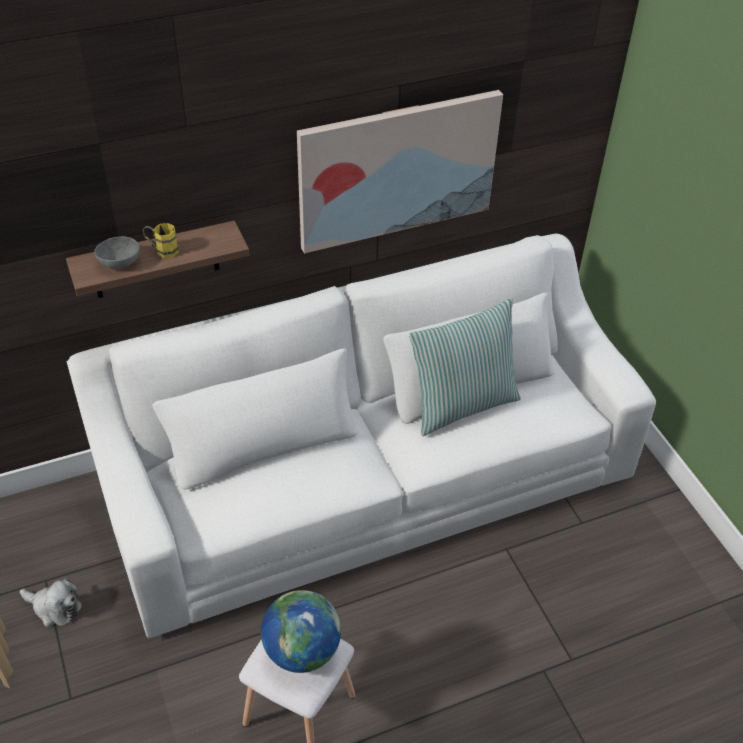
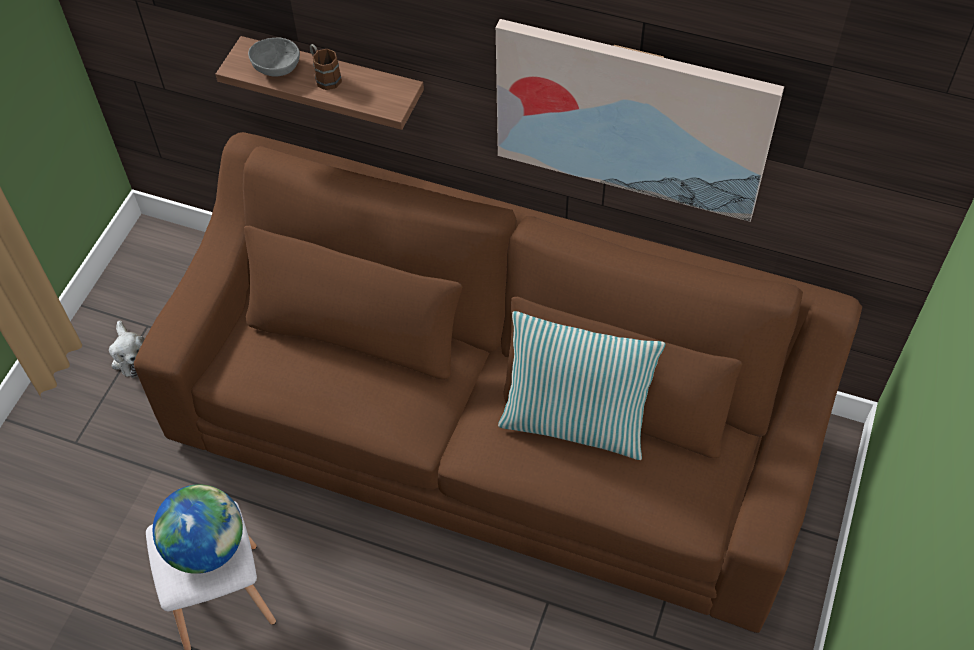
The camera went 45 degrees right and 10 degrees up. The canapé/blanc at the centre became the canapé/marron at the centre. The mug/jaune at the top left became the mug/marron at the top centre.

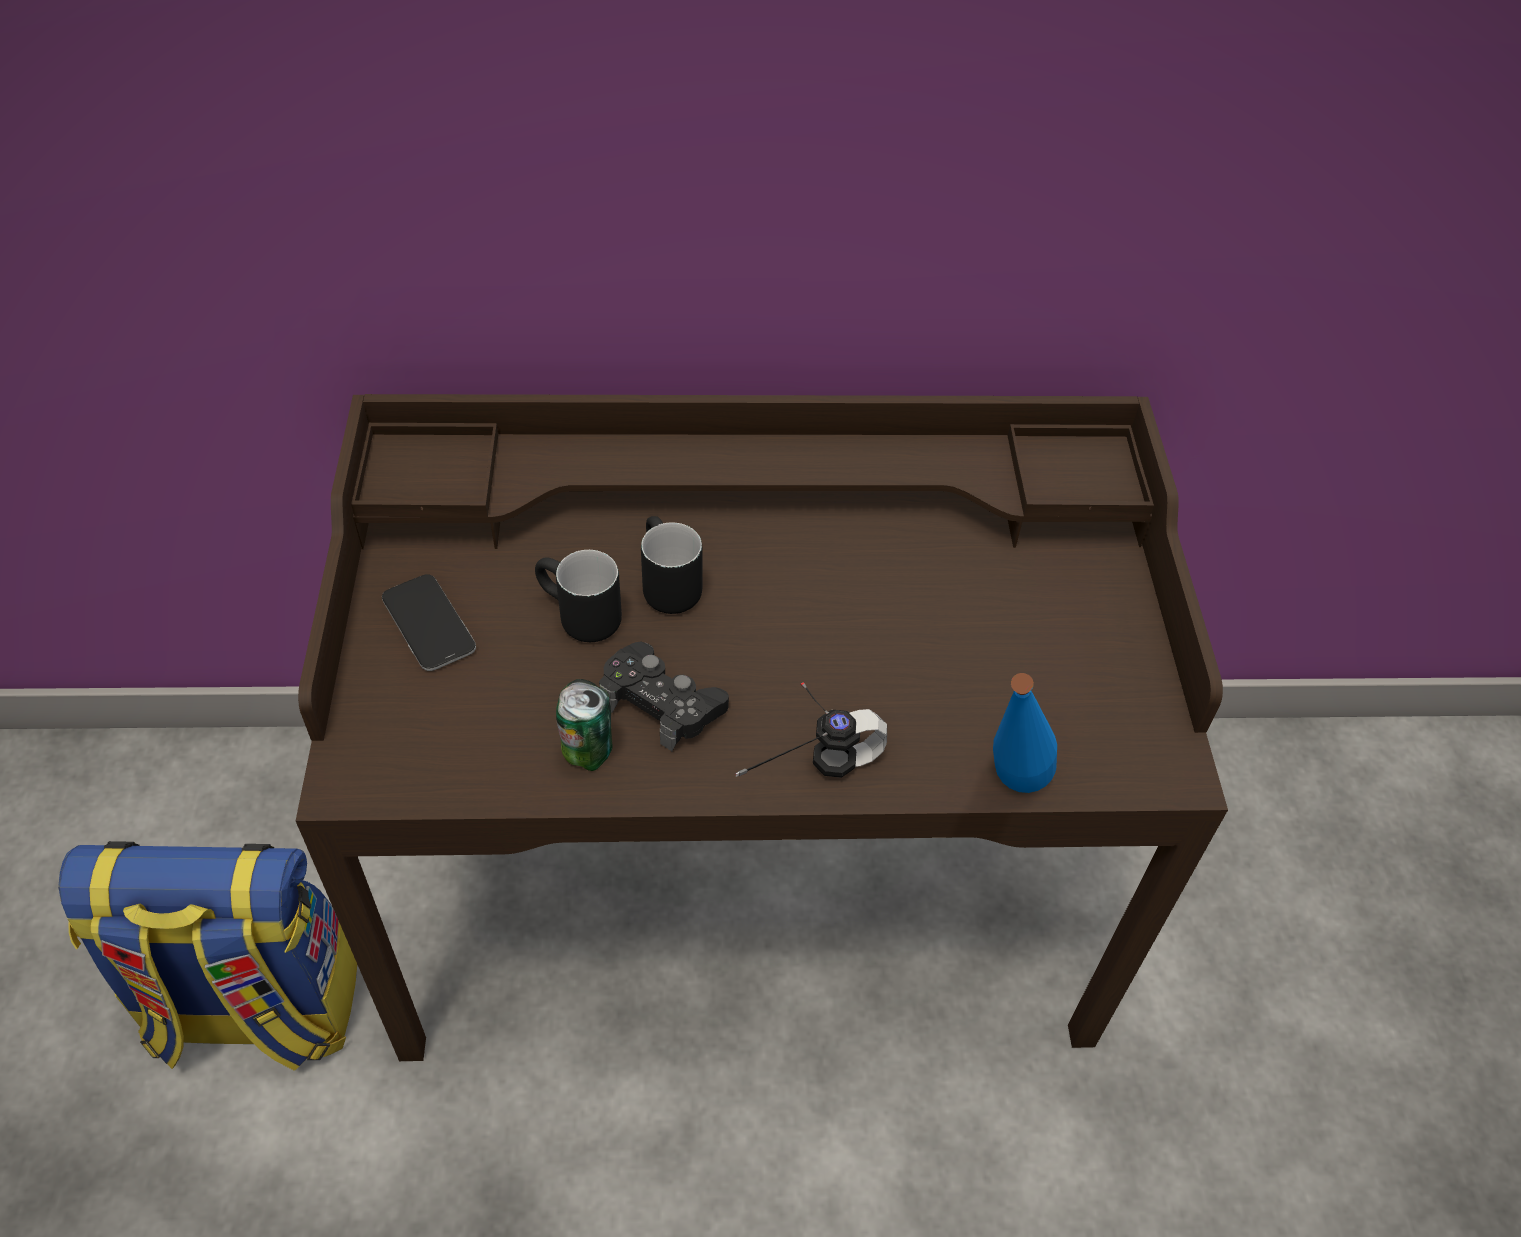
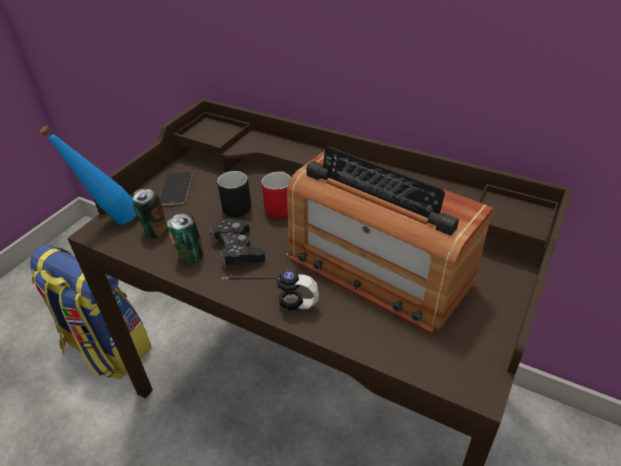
The camera went 35 degrees right and 10 degrees down. The mug/noir (2nd from left) at the centre became the mug/rouge at the centre. The bouteille/bleu moved from the middle right to the middle left. The boîte métallique (1st from left) at the middle left appeared. The radio at the centre appeared.

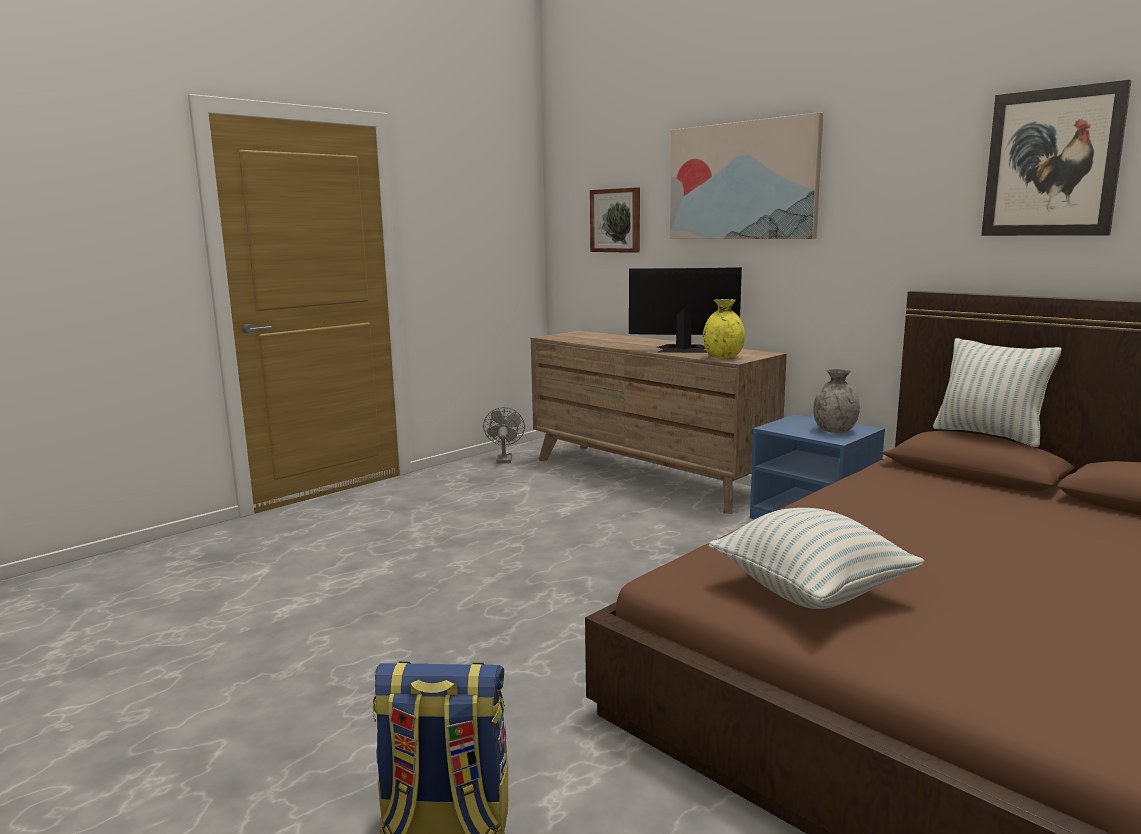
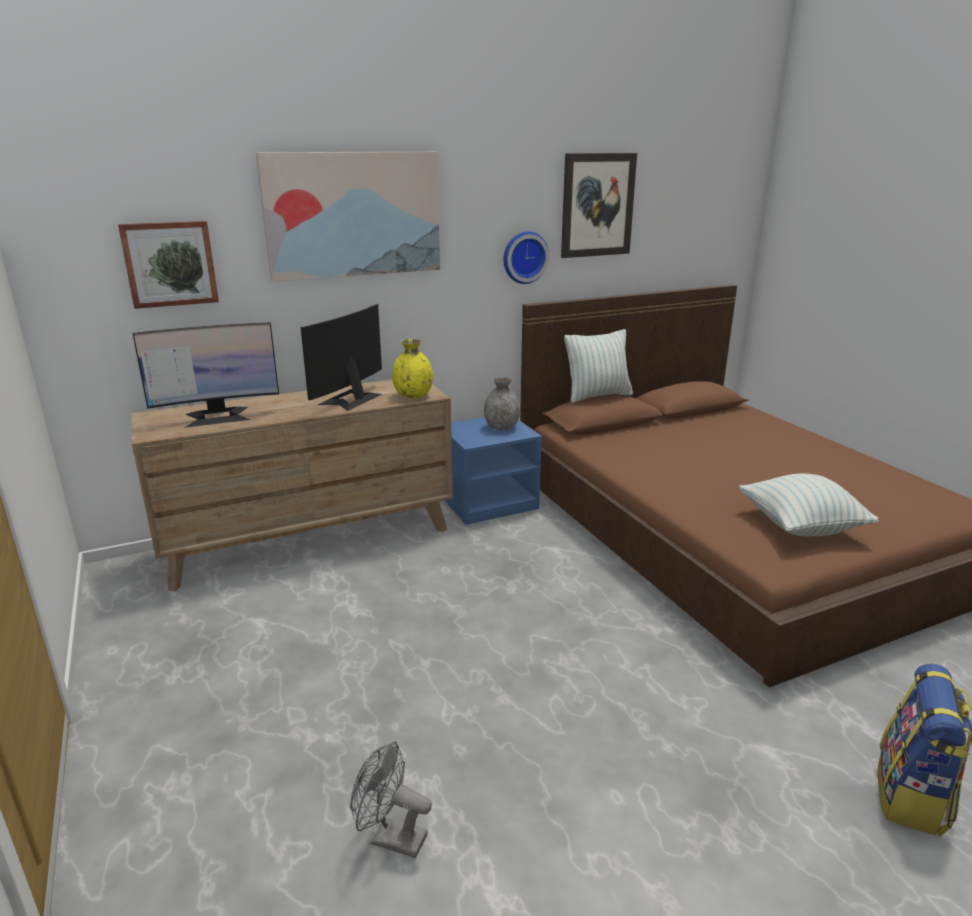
The camera went 70 degrees left and 10 degrees up. The ventilateur/gris moved from the centre to the bottom centre. The écran d'ordinateur (1st from left) at the middle left appeared. The horloge murale at the top centre appeared.

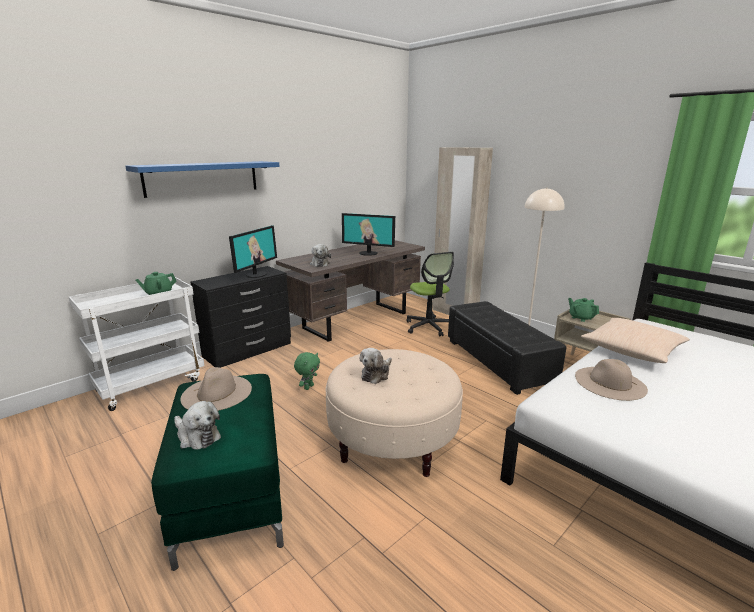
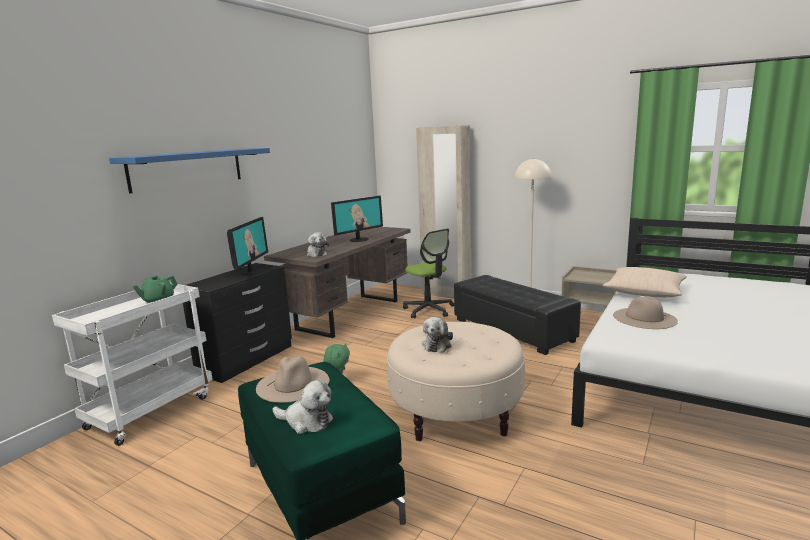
The camera went 15 degrees left and 5 degrees down. The écran d'ordinateur (2nd from left) at the centre turned 45 degrees counterclockwise. The théière/vert (2nd from left) at the middle right disappeared.

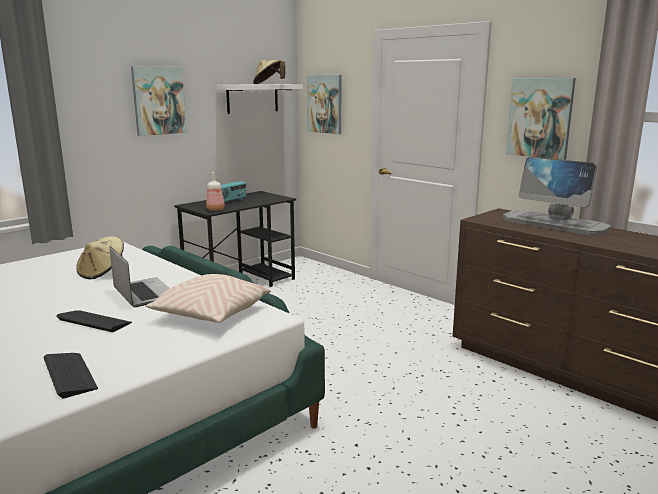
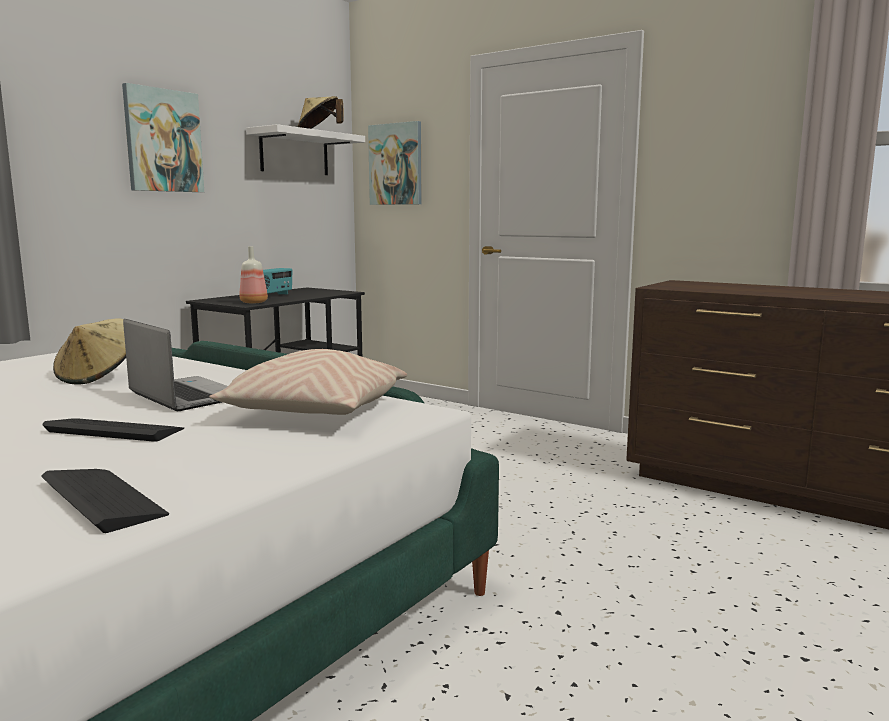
The camera went 10 degrees left and 5 degrees down. The écran d'ordinateur at the middle right disappeared. The tableau (3rd from left) at the top right disappeared.

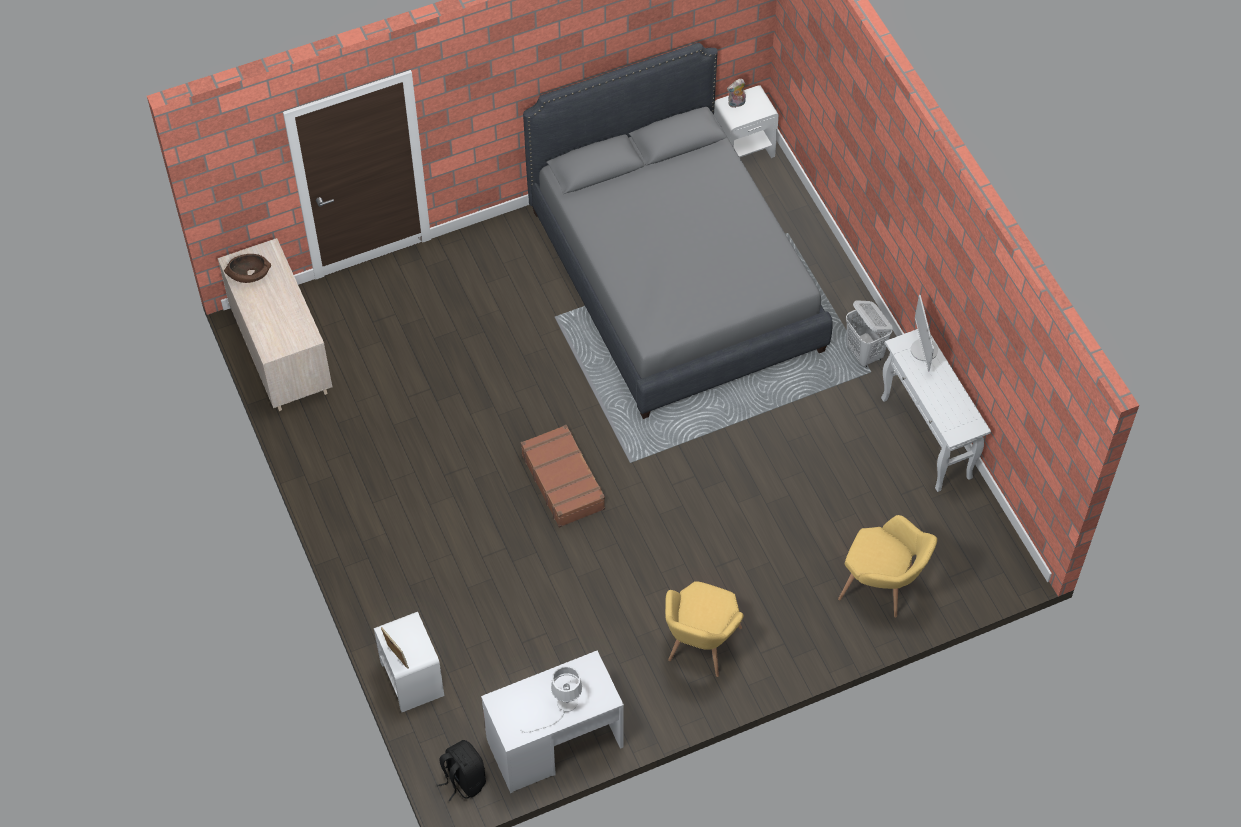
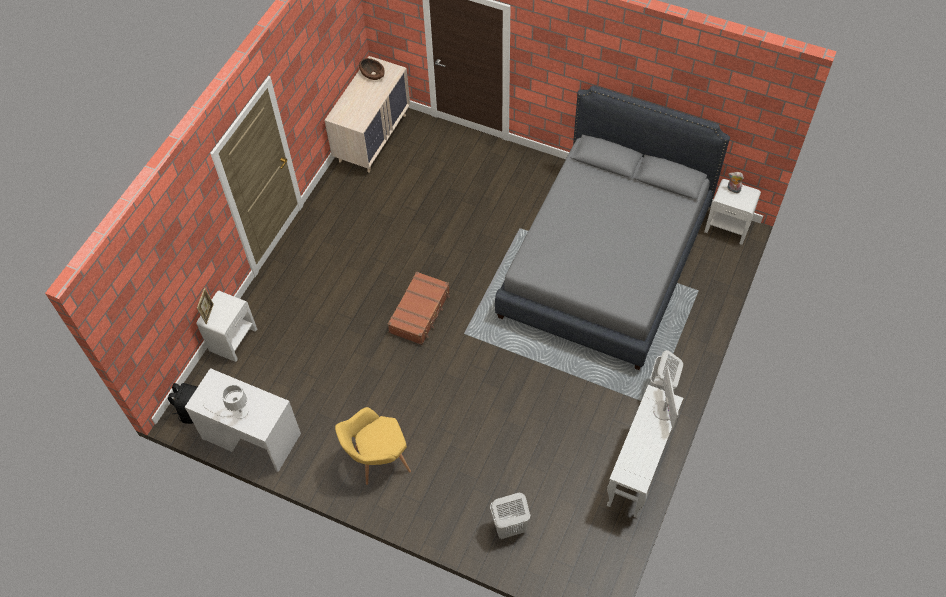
The camera went 50 degrees right and 0 degrees up. The fauteuil/jaune (2nd from left) at the bottom right was replaced by the panier à linge/blanc (1st from left) at the bottom centre. The écran d'ordinateur at the middle right turned 135 degrees clockwise.

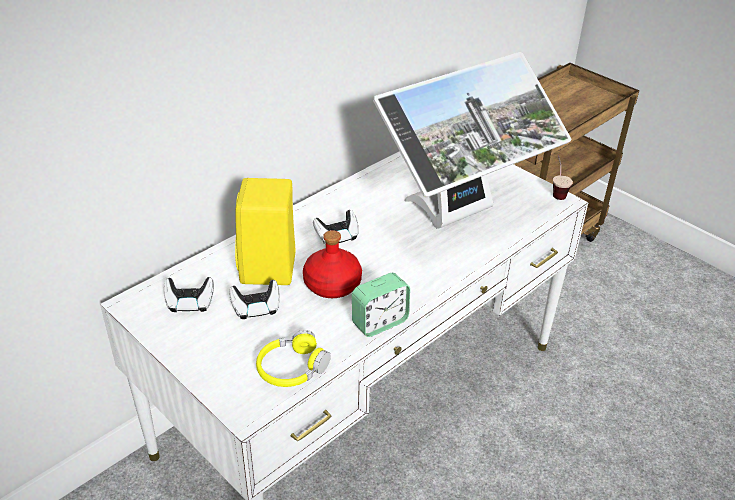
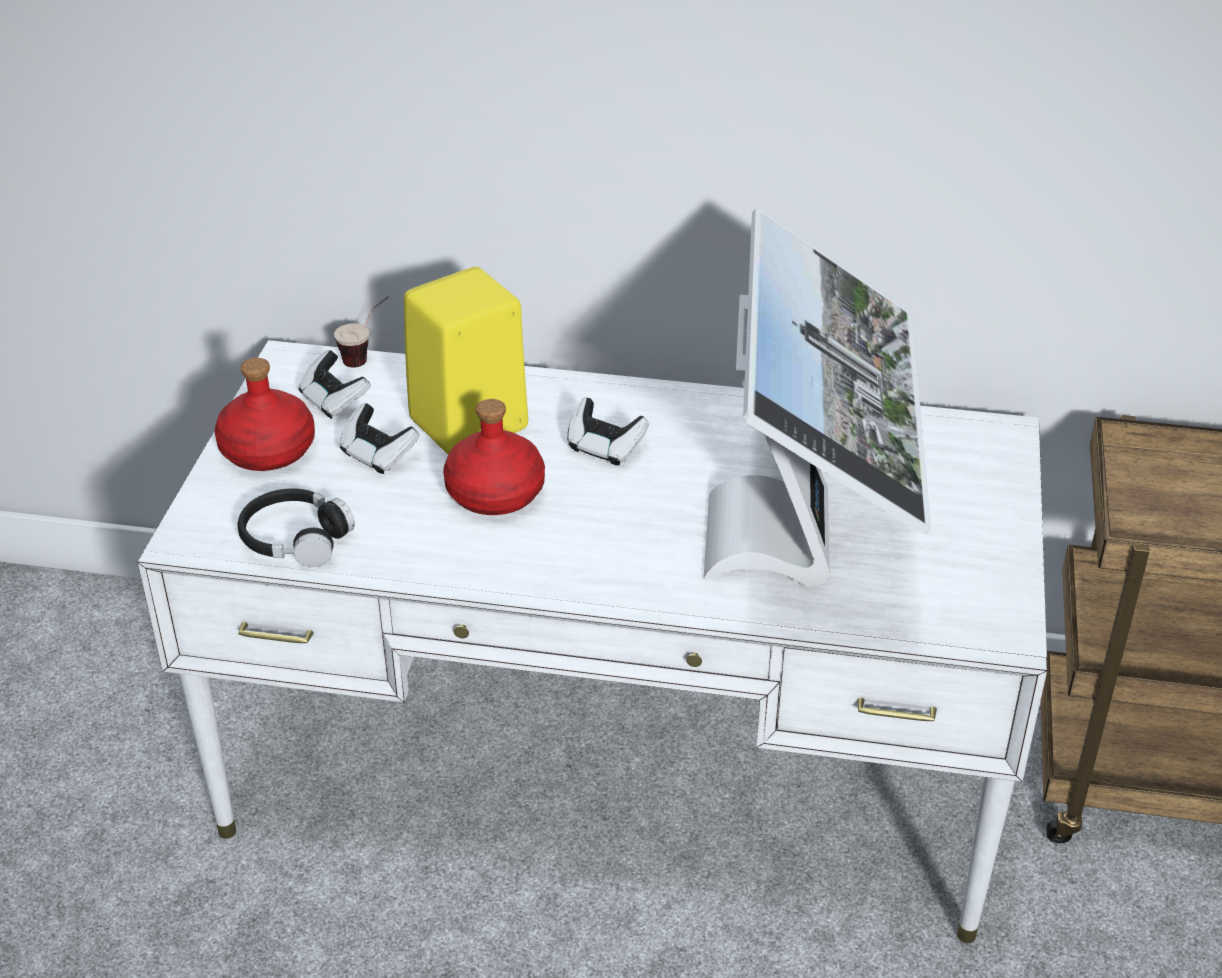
The camera went 55 degrees right and 0 degrees up. The casque audio/jaune at the bottom centre became the casque audio/noir at the middle left. The réveil at the centre disappeared. The écran d'ordinateur at the top centre turned 105 degrees counterclockwise. The tasse moved from the middle right to the middle left. The bouteille/rouge (1st from left) at the middle left appeared.

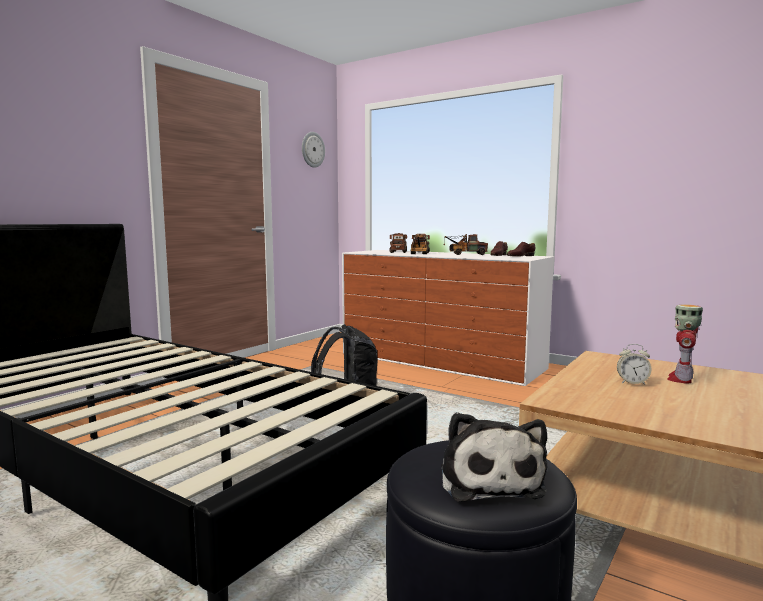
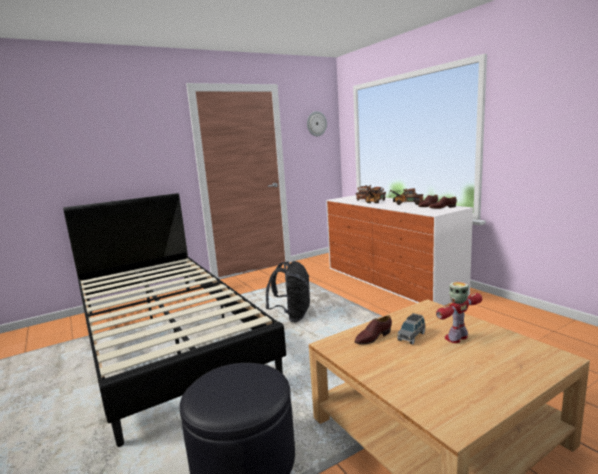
The camera went 25 degrees right and 5 degrees up. The peluche at the bottom centre disappeared. The réveil at the middle right was replaced by the petite voiture/gris at the bottom right. The chaussure/marron (1st from left) at the bottom centre appeared.

